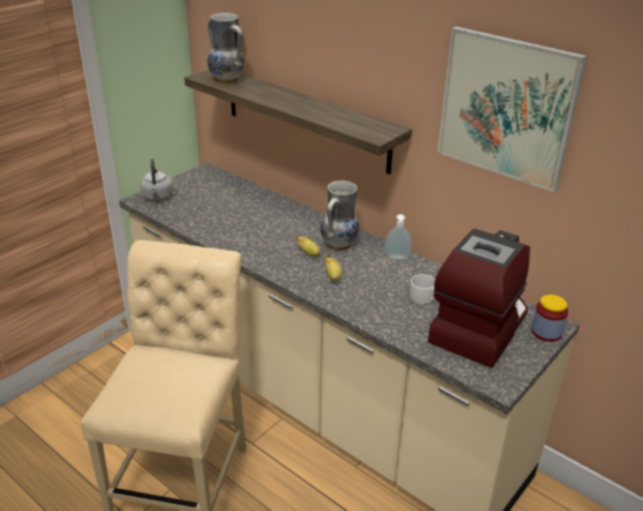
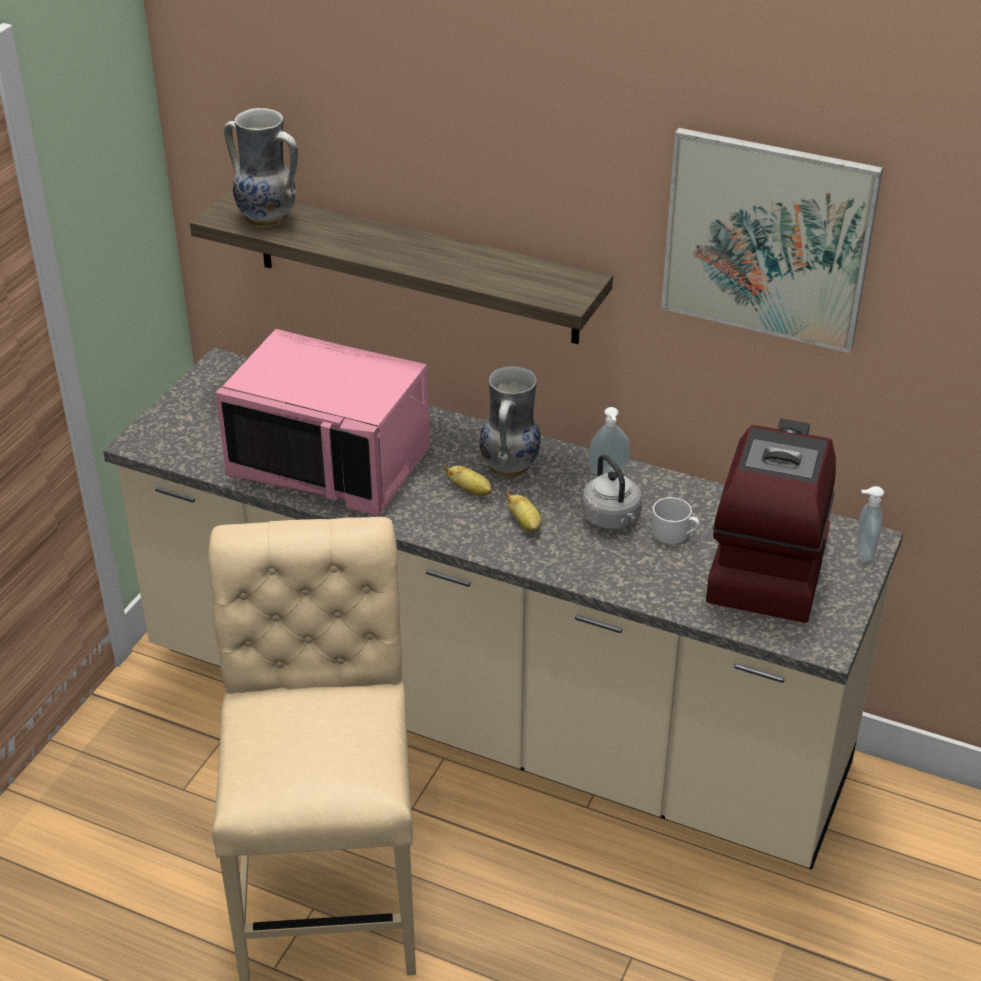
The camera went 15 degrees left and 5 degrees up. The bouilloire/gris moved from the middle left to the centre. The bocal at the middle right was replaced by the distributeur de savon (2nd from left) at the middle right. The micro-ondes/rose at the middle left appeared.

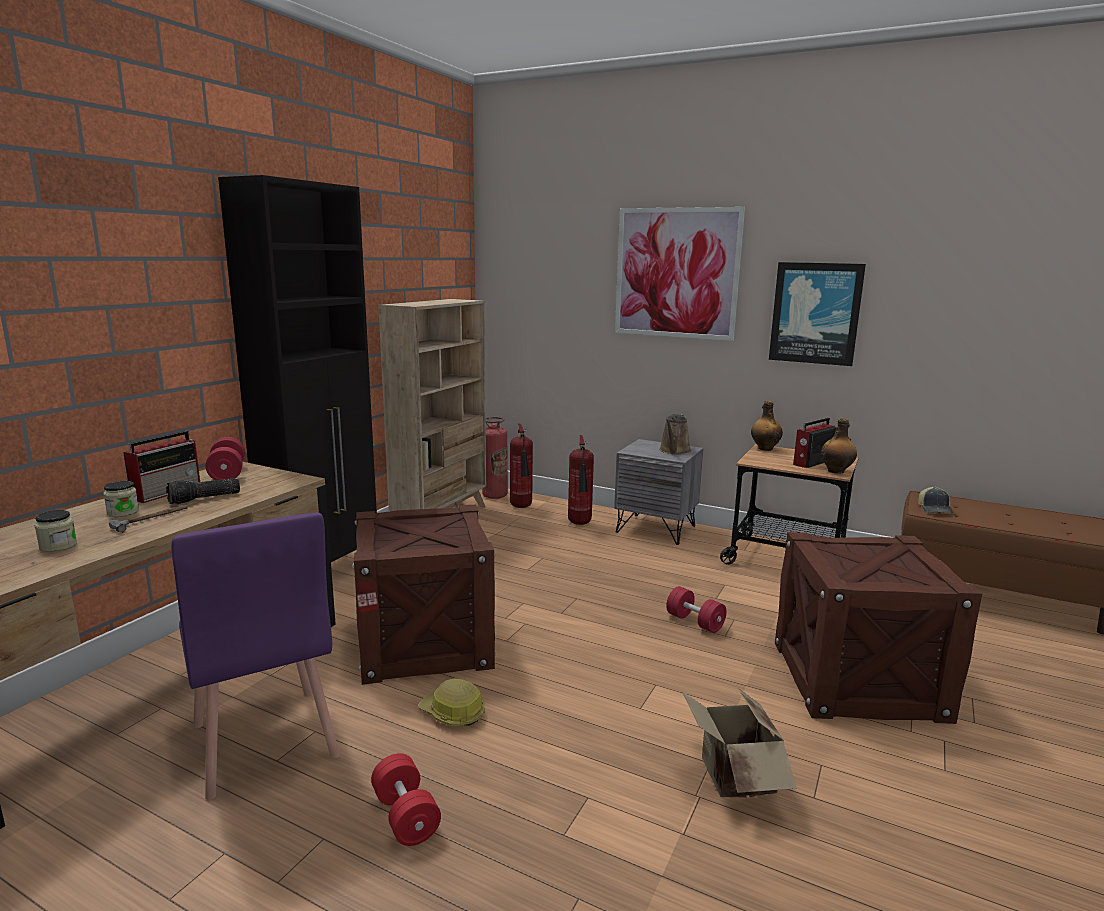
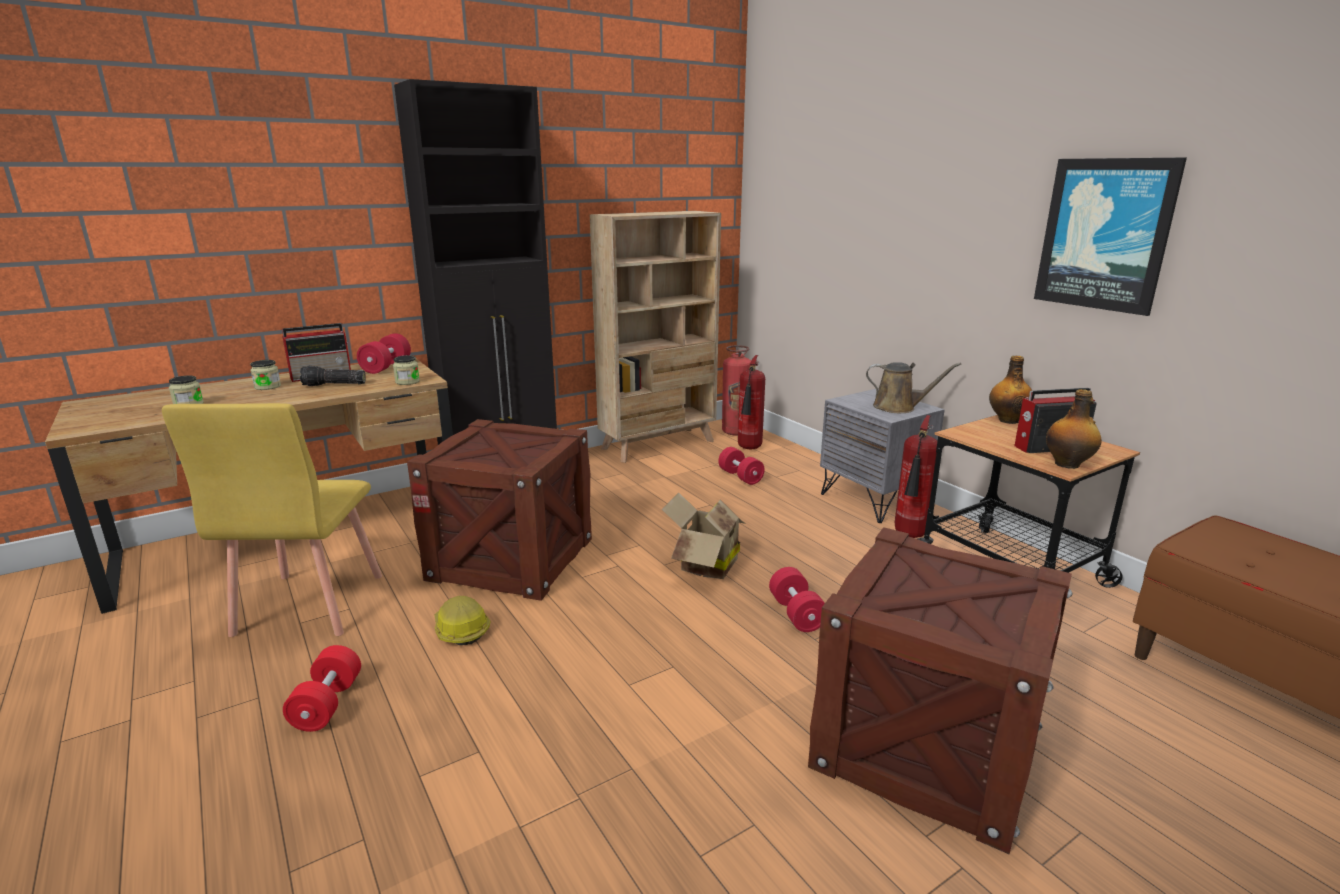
The camera went 30 degrees right and 5 degrees up. The marteau at the middle left disappeared. The chaise/violet at the bottom left became the chaise/jaune at the middle left. The extincteur (3rd from left) moved from the centre to the middle right. The tableau (1st from left) at the top centre disappeared. The arrosoir/marron at the centre turned 120 degrees counterclockwise. The carton moved from the bottom right to the centre. The casquette at the middle right disappeared. The bocal (3rd from left) at the middle left appeared. The haltère/rouge (3rd from left) at the centre appeared.

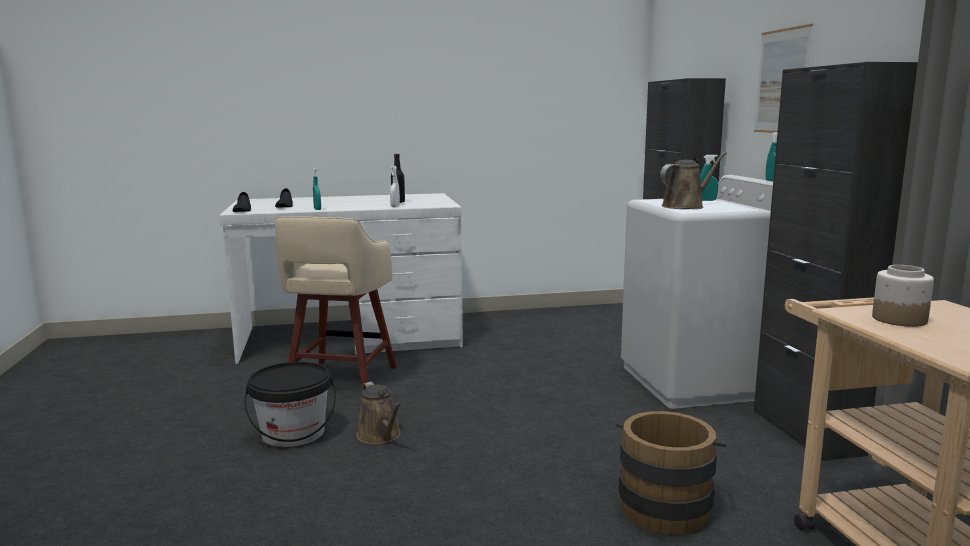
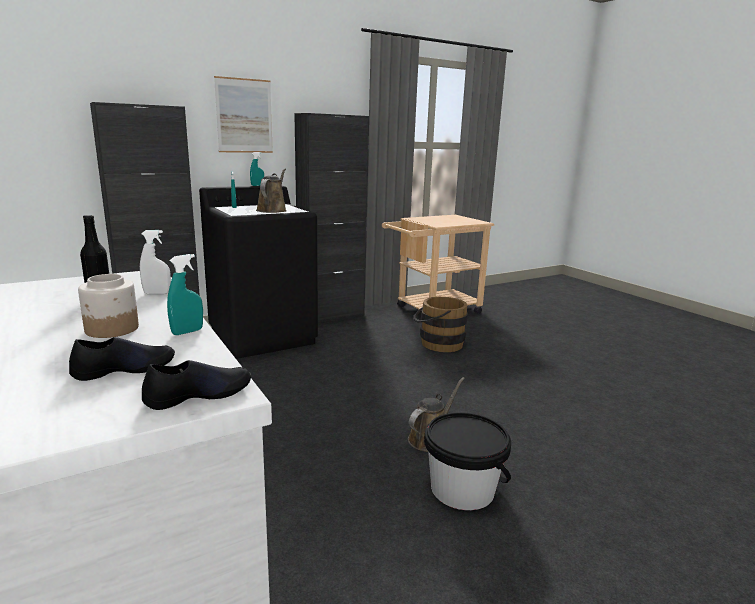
The camera went 110 degrees left and 5 degrees up. The tabouret/beige at the centre disappeared. The lave-linge/blanc at the middle right became the lave-linge/noir at the centre. The arrosoir/marron (2nd from left in the first image) at the top right turned 60 degrees clockwise. The bocal moved from the middle right to the middle left.

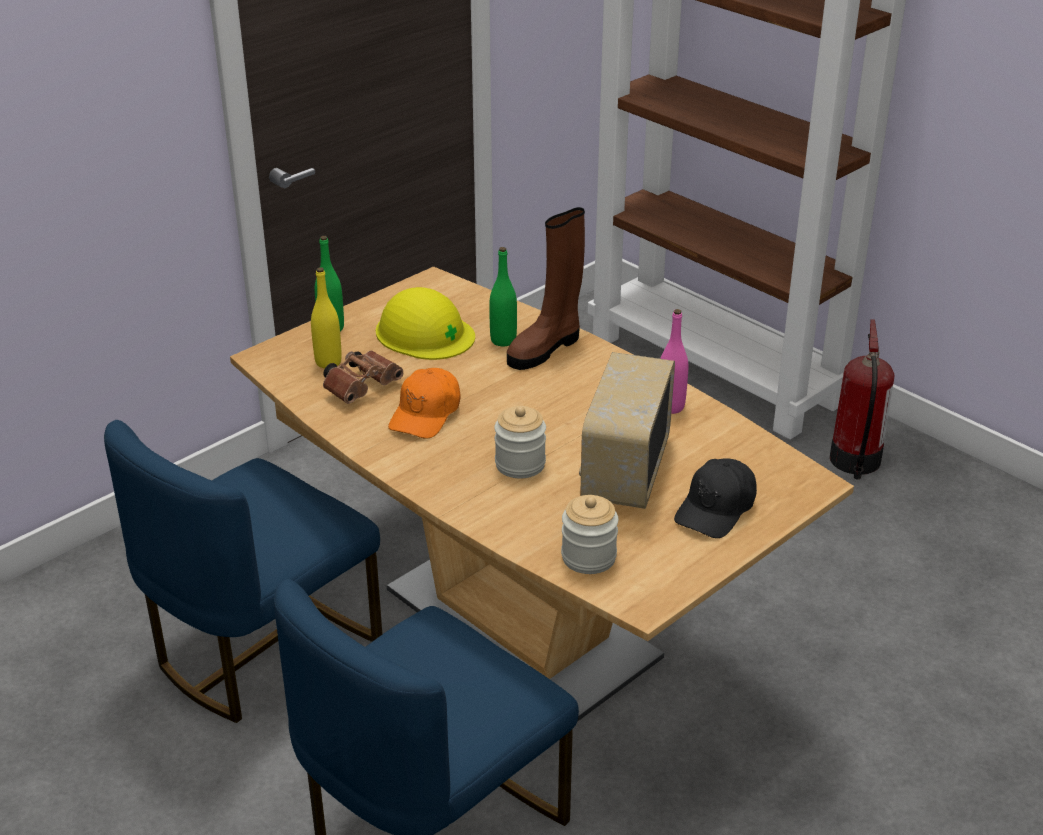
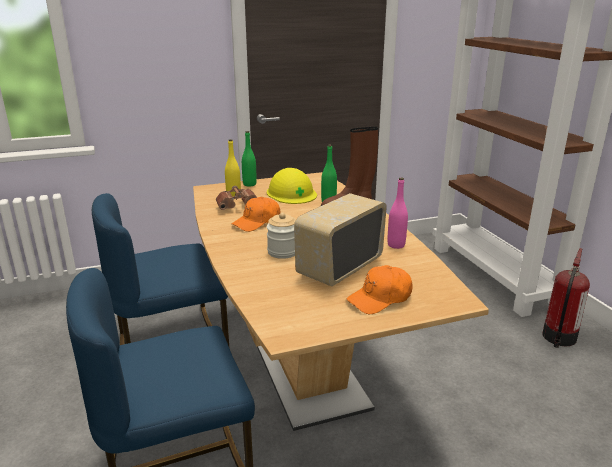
The camera went 25 degrees right and 10 degrees down. The bocal (2nd from left) at the centre disappeared. The casquette/noir at the middle right became the casquette/orange (2nd from left) at the centre.

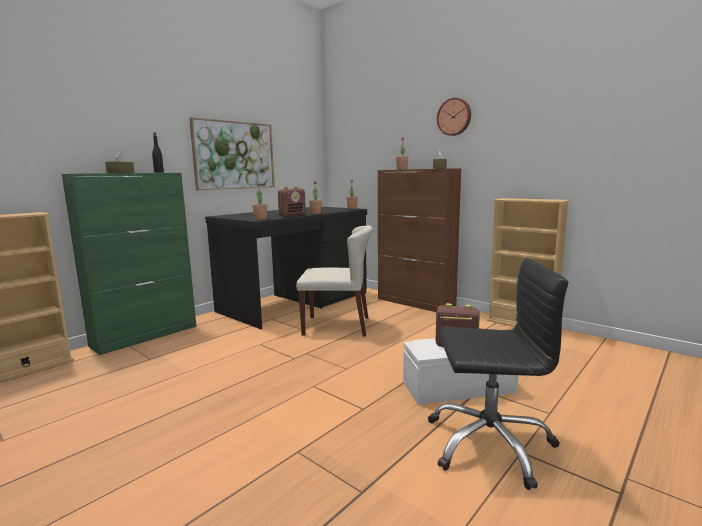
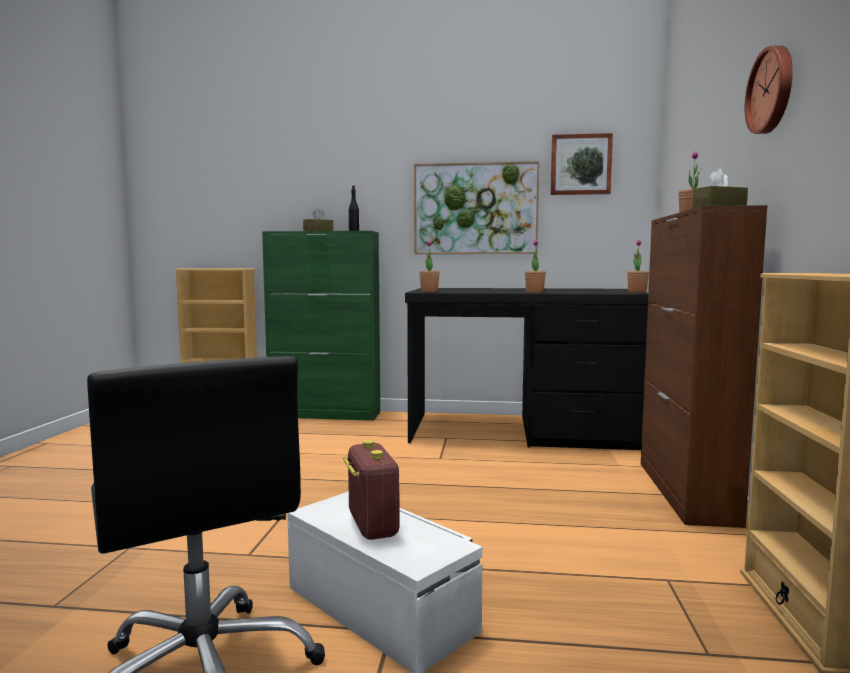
The camera went 55 degrees right and 5 degrees down. The radio (1st from left) at the centre disappeared. The chaise/beige at the centre disappeared. The tableau (2nd from left) at the top right appeared.

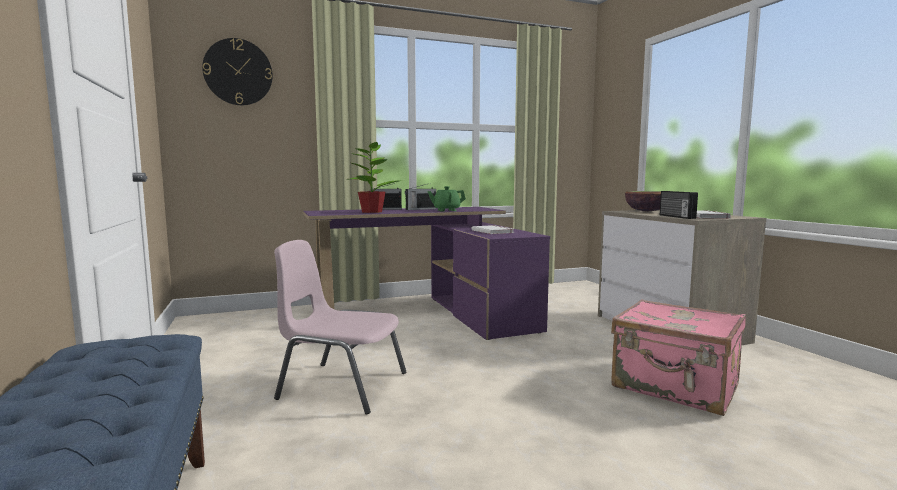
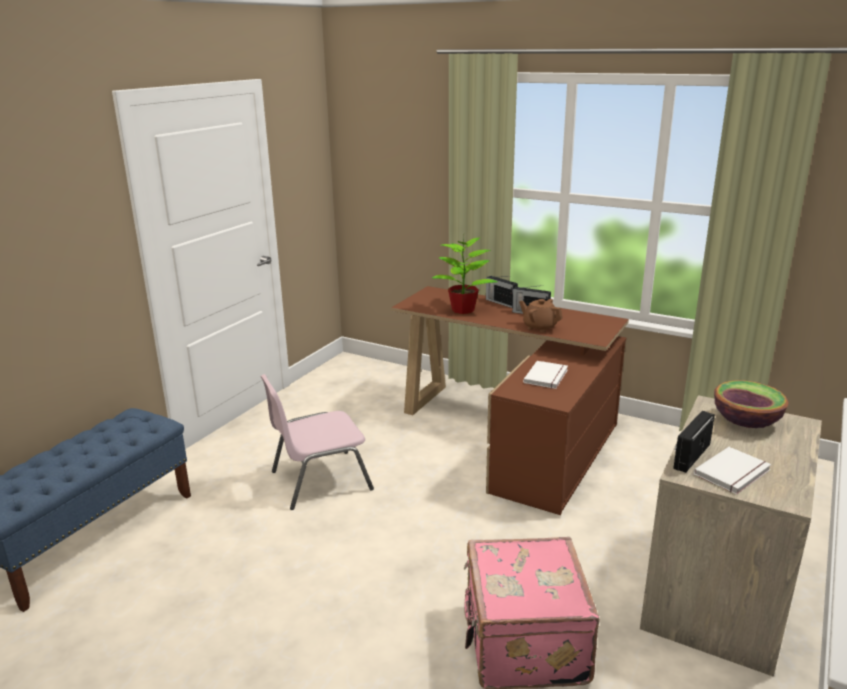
The camera went 50 degrees right and 15 degrees up. The horloge murale at the top left disappeared. The chaise/rose at the bottom centre turned 90 degrees counterclockwise. The bureau/violet at the centre became the bureau/marron at the centre. The théière/vert at the centre became the théière/marron at the centre.

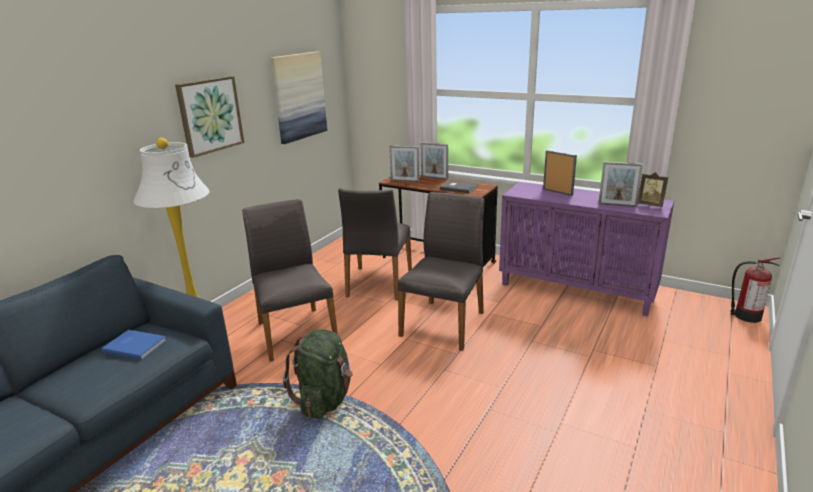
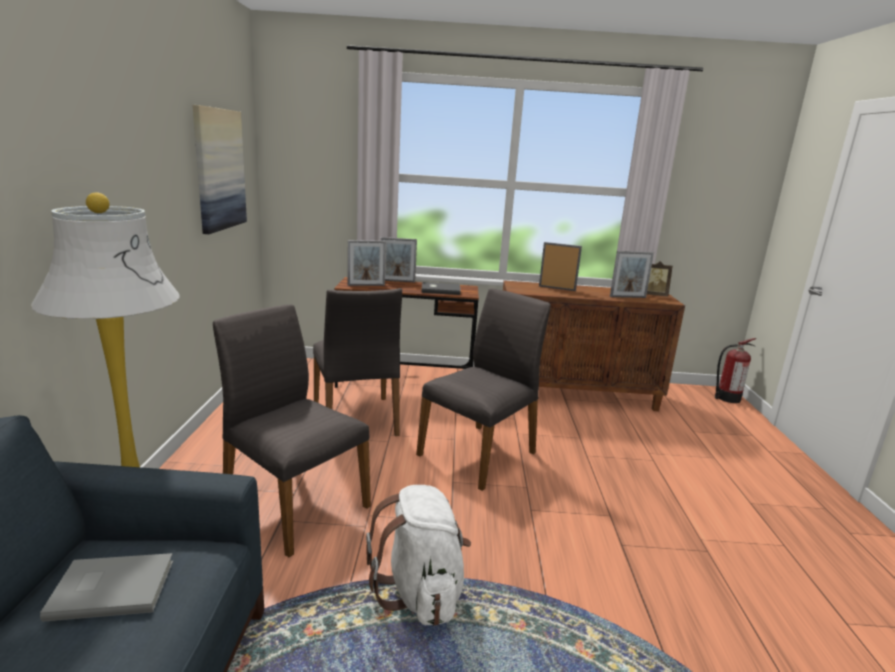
The camera went 30 degrees left and 5 degrees down. The livre/bleu at the bottom left became the livre/gris (1st from left) at the bottom left. The tableau (1st from left) at the top left disappeared. The sac à dos/vert at the bottom centre became the sac à dos/blanc at the bottom centre. The chaise/gris (3rd from left) at the centre turned 45 degrees clockwise. The meuble de rangement/violet at the middle right became the meuble de rangement/marron at the centre.

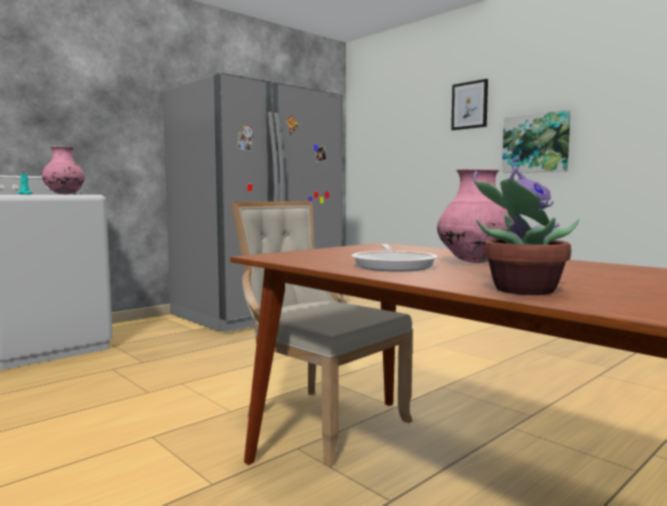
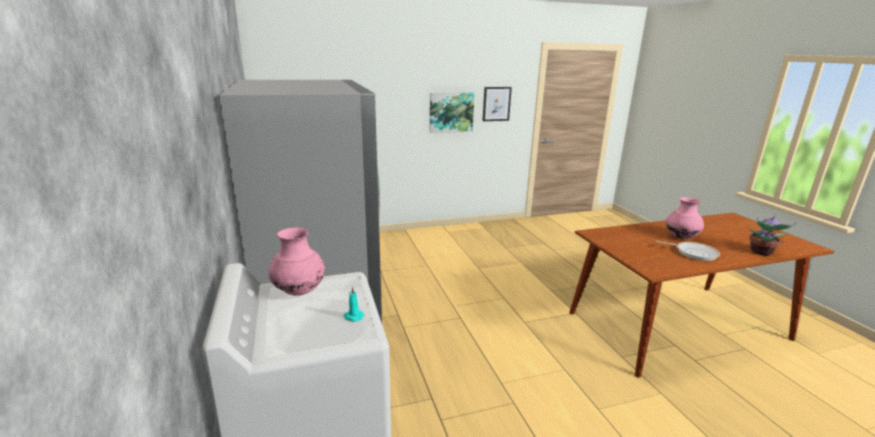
The camera went 65 degrees left and 15 degrees up. The chaise/beige at the centre disappeared. The tableau (1st from left in the first image) moved from the top right to the top centre.

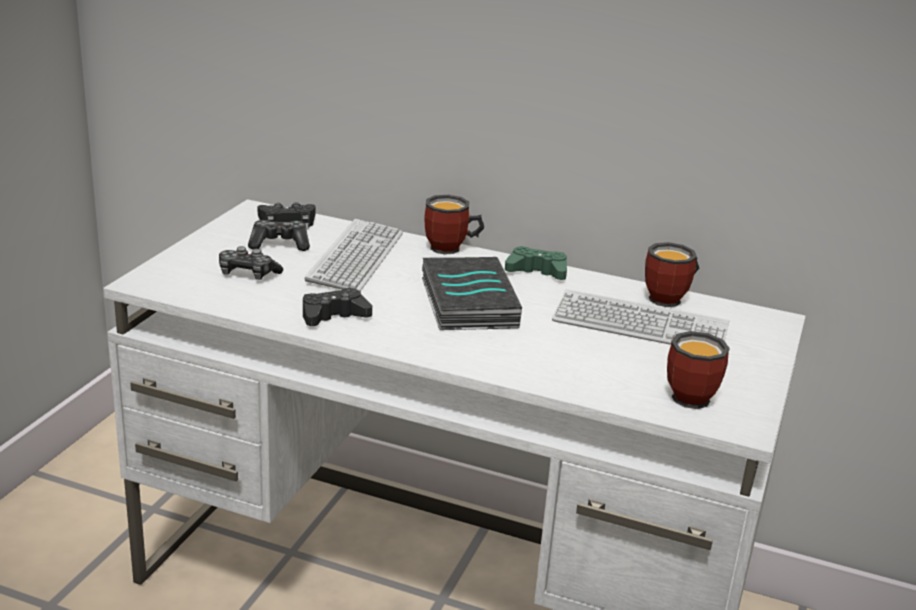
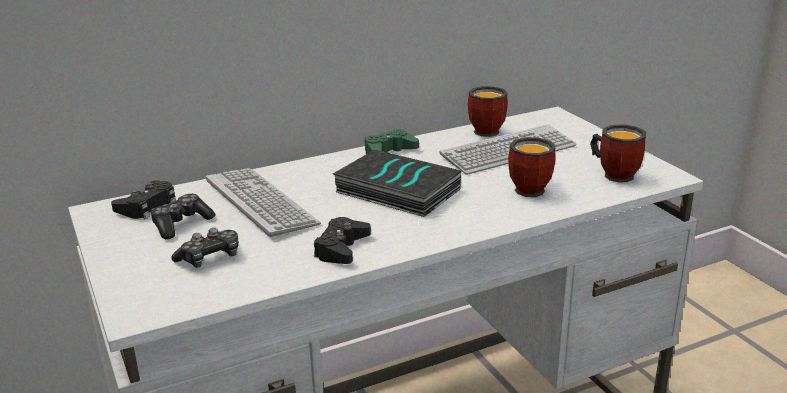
The camera went 45 degrees left and 0 degrees up. The mug (1st from left in the first image) moved from the centre to the middle right.

